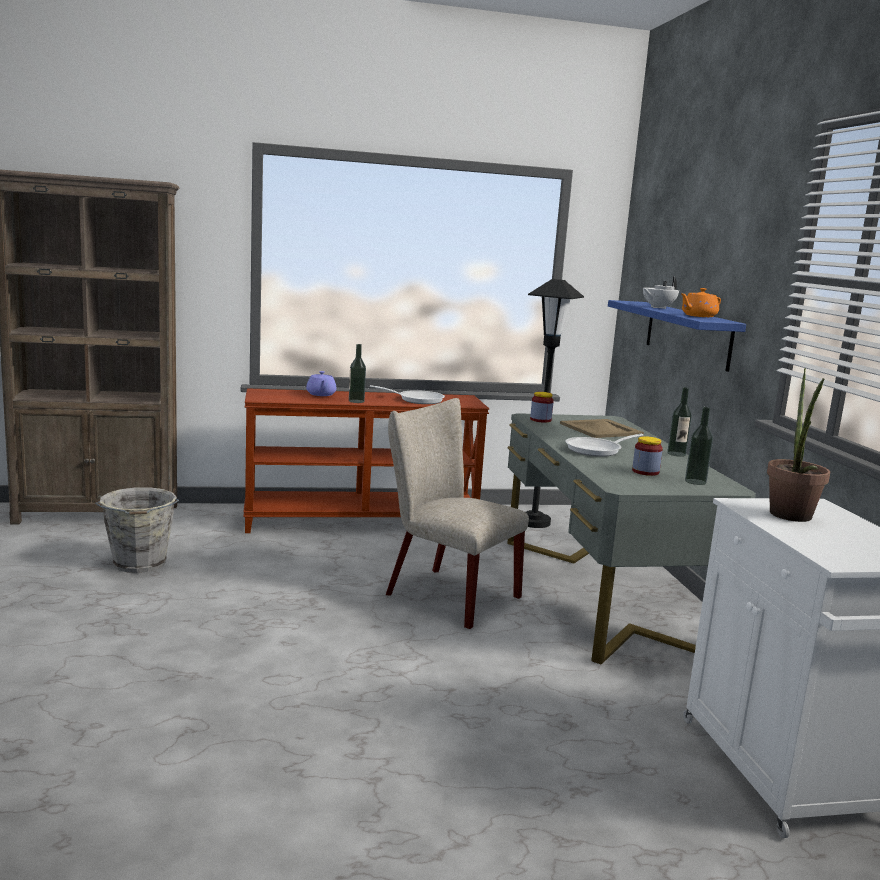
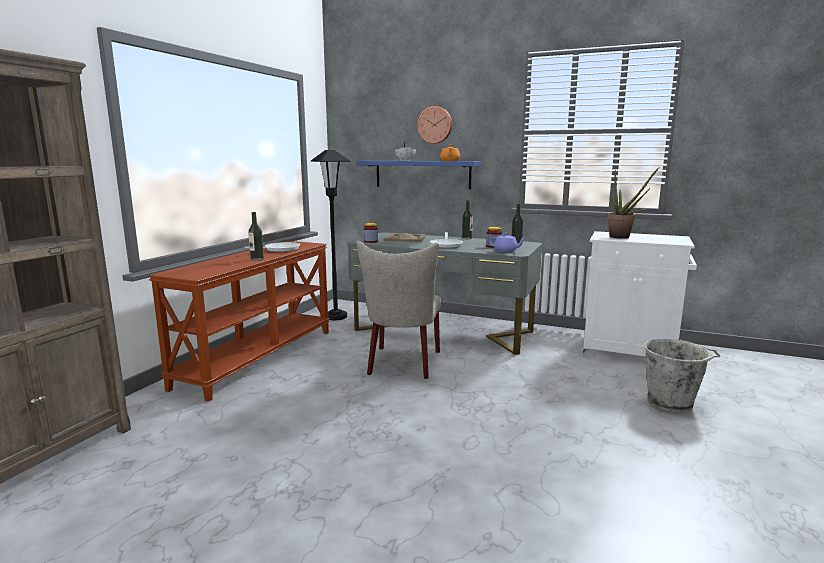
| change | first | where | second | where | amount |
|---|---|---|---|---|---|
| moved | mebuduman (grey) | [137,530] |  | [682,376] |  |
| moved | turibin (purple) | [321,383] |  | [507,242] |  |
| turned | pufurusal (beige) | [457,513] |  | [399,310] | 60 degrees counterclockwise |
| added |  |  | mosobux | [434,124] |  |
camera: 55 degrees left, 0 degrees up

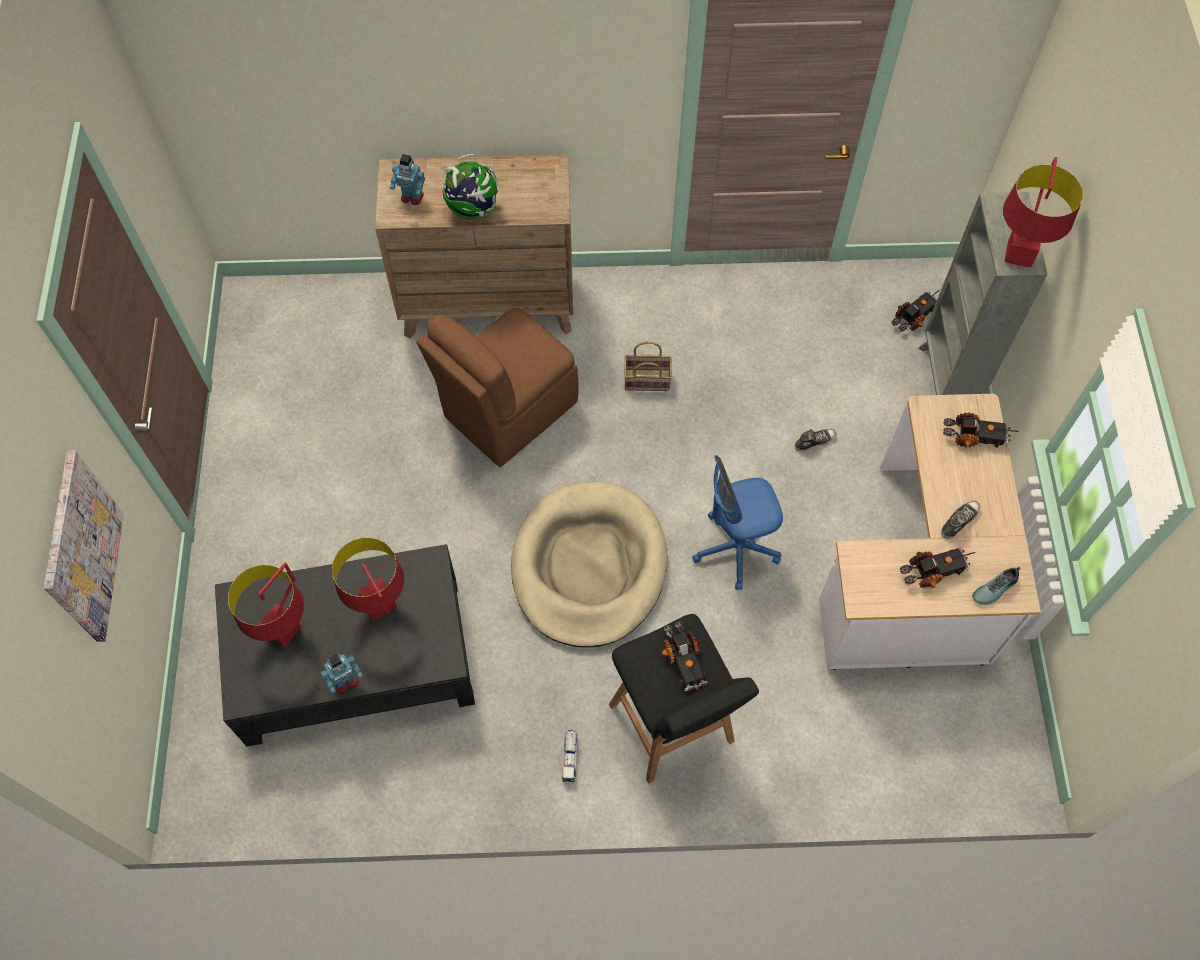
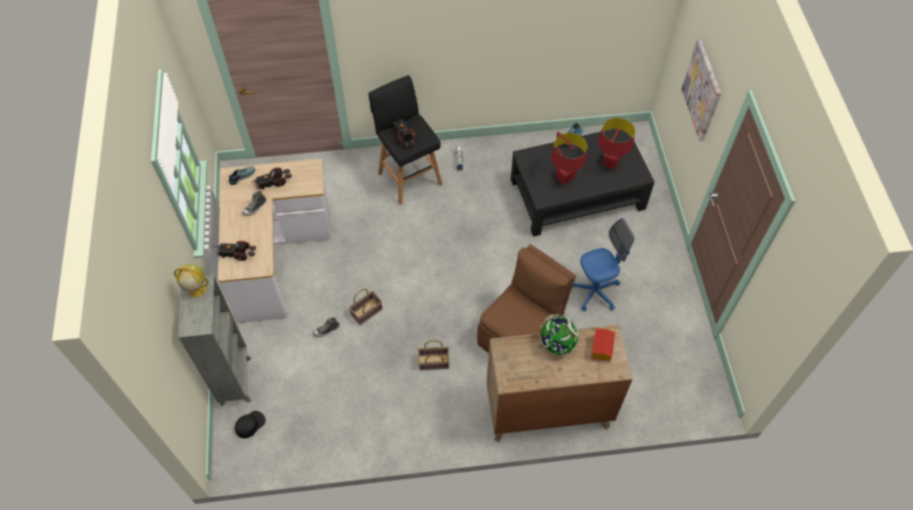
| change | first | where | second | where | amount |
|---|---|---|---|---|---|
| replaced | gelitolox | [407,179] | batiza | [602,345] |  |
| removed | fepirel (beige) | [589,564] |  |  |  |
| moved | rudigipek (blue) | [737,522] |  | [603,264] |  |
| replaced | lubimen | [916,311] | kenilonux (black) | [250,424] |  |
| replaced | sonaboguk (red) | [1043,212] | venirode | [191,280] |  |
| added |  |  | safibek | [366,307] |  |
camera: 175 degrees right, 5 degrees down

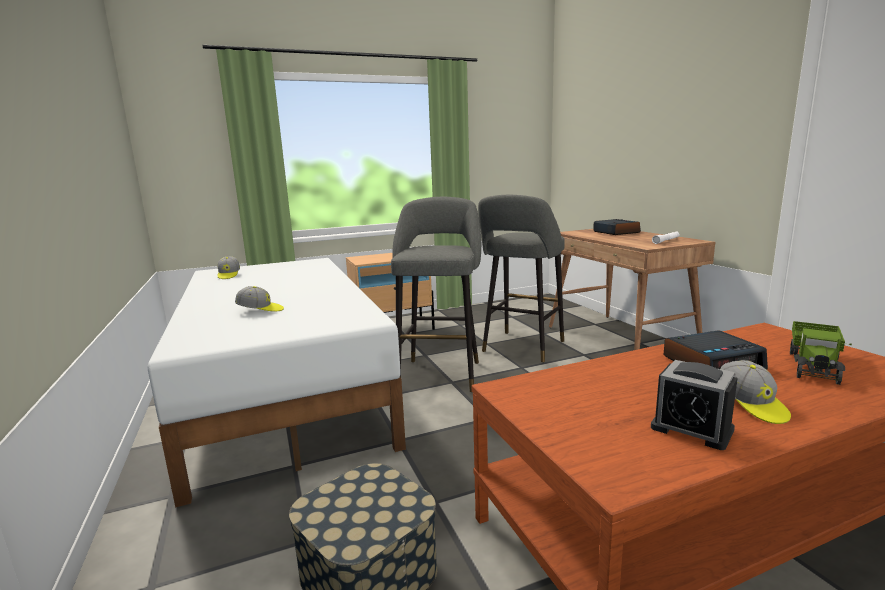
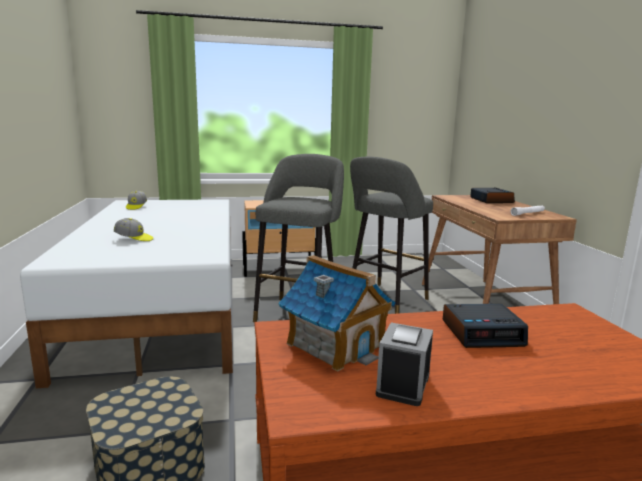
| change | first | where | second | where | amount |
|---|---|---|---|---|---|
| turned | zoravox | [694,405] |  | [404,364] | 60 degrees clockwise |
| removed | kenilonux | [756,392] |  |  |  |
| removed | lubimen | [821,353] |  |  |  |
| added |  |  | batiza | [337,313] |  |
camera: 10 degrees right, 0 degrees up

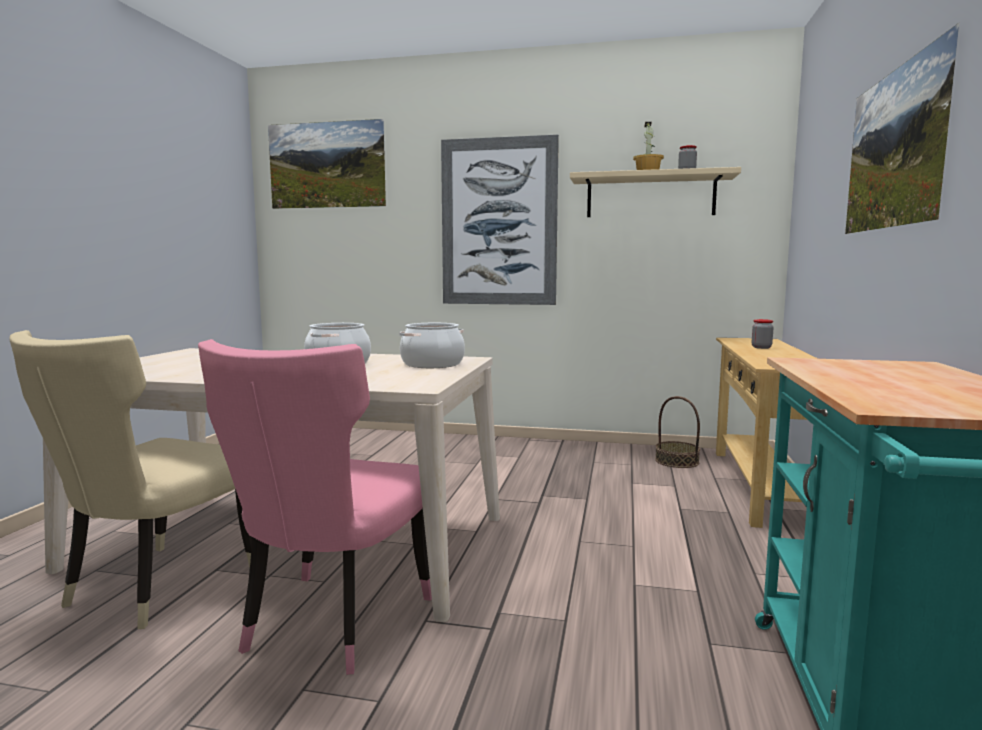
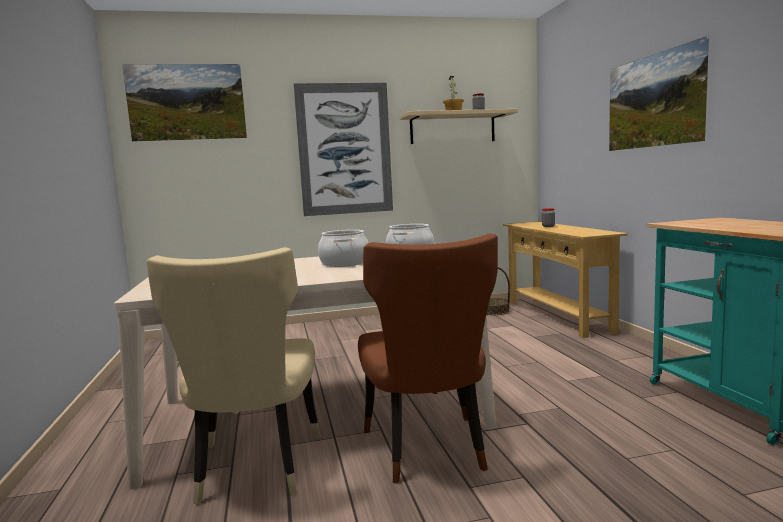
| change | first | where | second | where | amount |
|---|---|---|---|---|---|
| recoloured | pufurusal (pink) | [315,507] | pufurusal (brown) | [428,359] |  |
camera: 25 degrees left, 0 degrees up

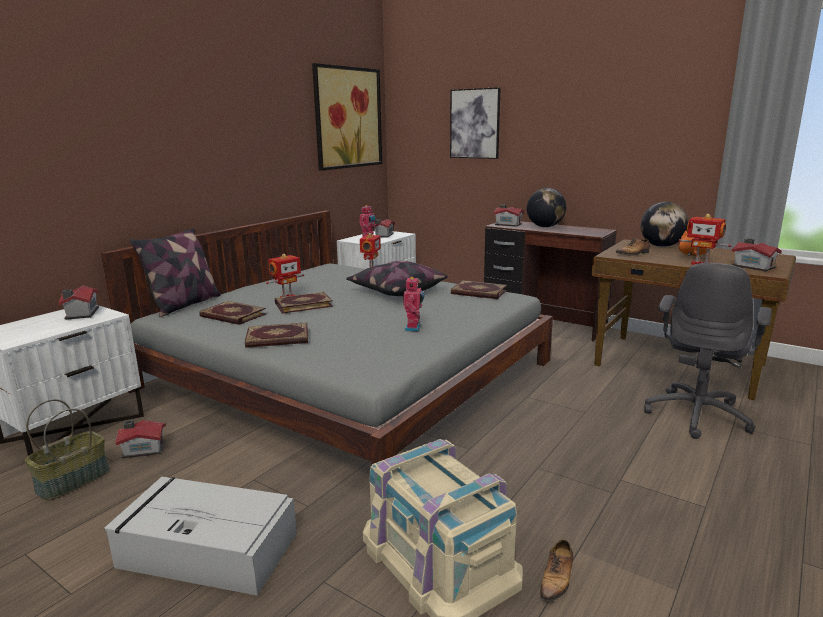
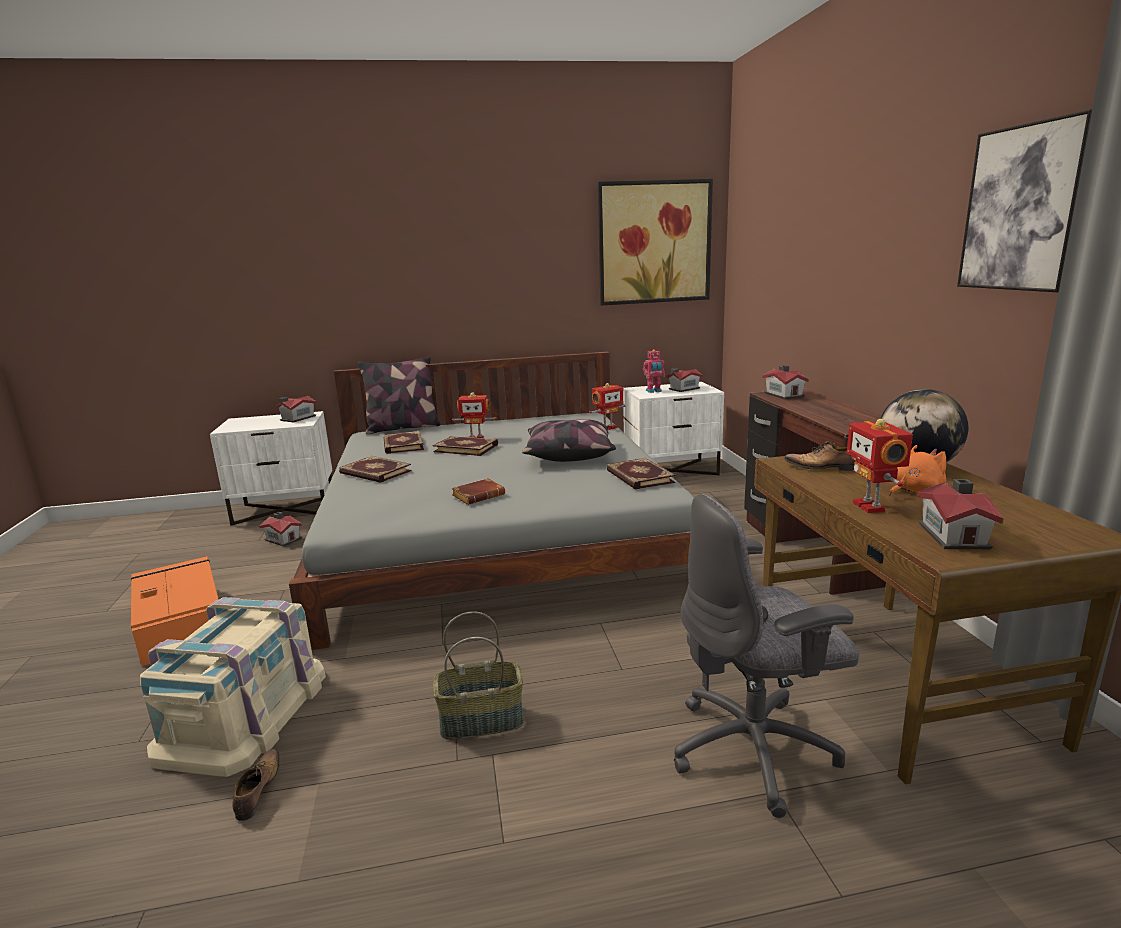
| change | first | where | second | where | amount |
|---|---|---|---|---|---|
| moved | safibek | [67,449] |  | [478,676] |  |
| recoloured | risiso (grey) | [200,536] | risiso (orange) | [175,611] |  |
| replaced | gelitolox | [414,304] | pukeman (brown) | [478,491] |  |
| moved | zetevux | [475,123] |  | [1024,200] |  |
| removed | venirode | [546,207] |  |  |  |
| turned | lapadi | [556,570] |  | [256,785] | 105 degrees clockwise |
camera: 45 degrees right, 0 degrees up

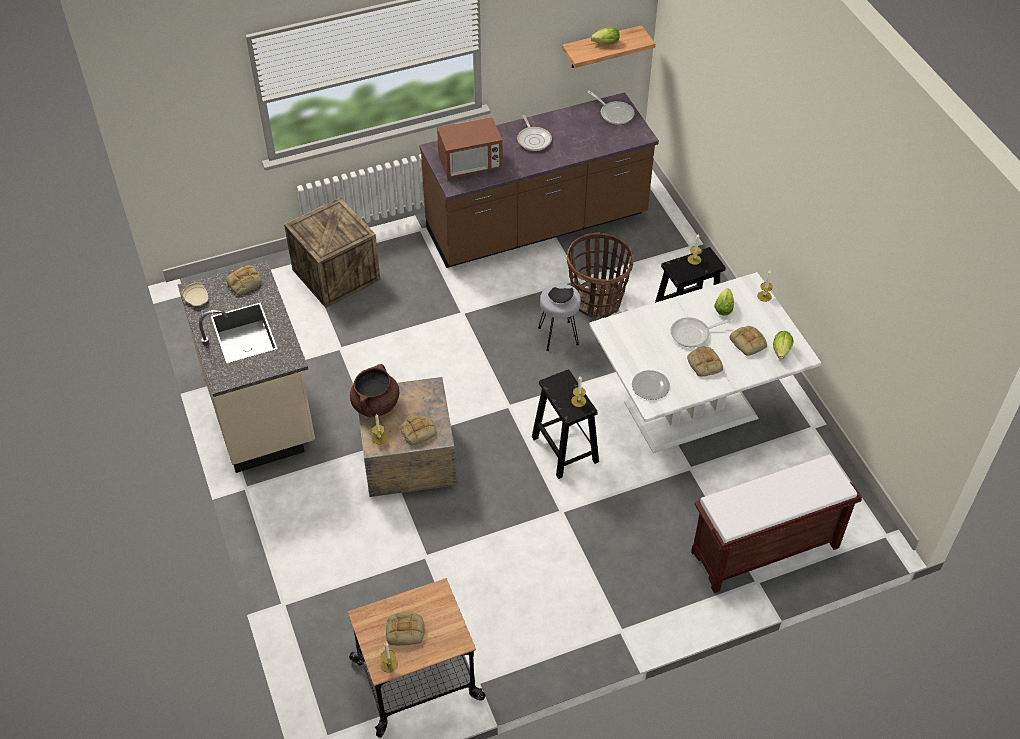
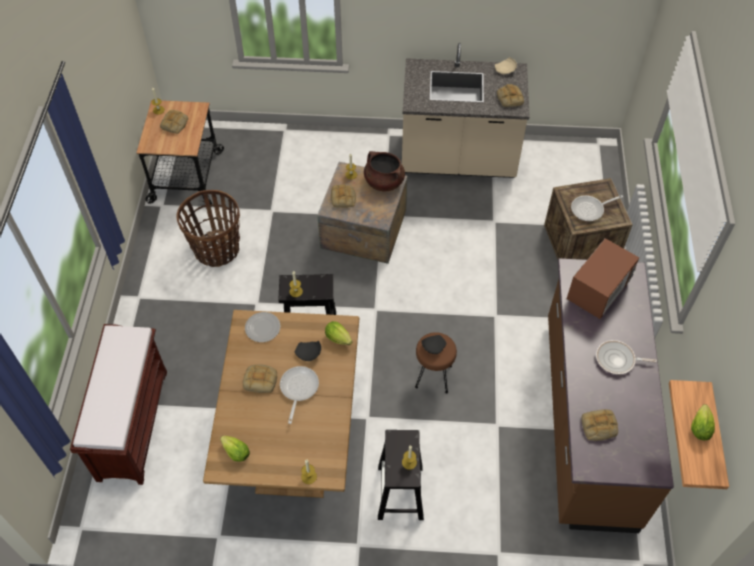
| change | first | where | second | where | amount |
|---|---|---|---|---|---|
| turned | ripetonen | [470,148] |  | [603,278] | 150 degrees counterclockwise |
| recoloured | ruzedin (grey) | [559,317] | ruzedin (brown) | [436,362] |  |
| moved | safibek | [600,275] |  | [208,228] |  |
| moved | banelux | [611,108] |  | [597,208] |  |
| recoloured | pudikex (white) | [705,362] | pudikex (brown) | [281,404] |  |
| moved | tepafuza | [724,302] |  | [338,333] |  |
| moved | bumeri | [748,341] |  | [600,425] |  |
| added |  |  | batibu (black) | [308,351] |  |
camera: 115 degrees right, 5 degrees up

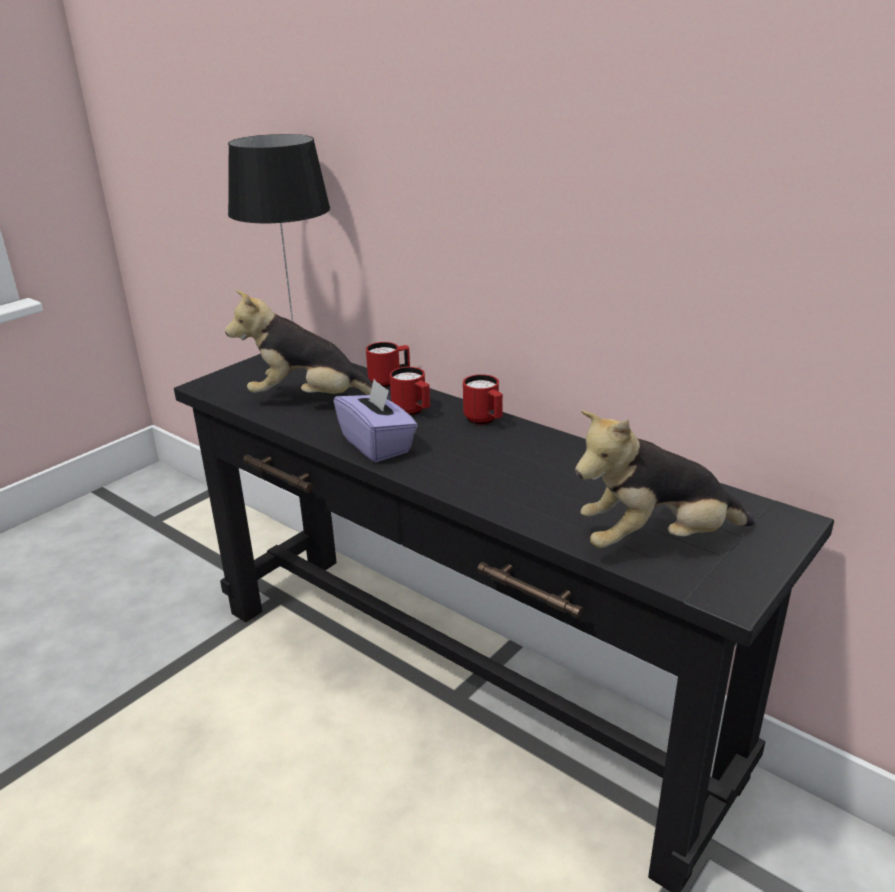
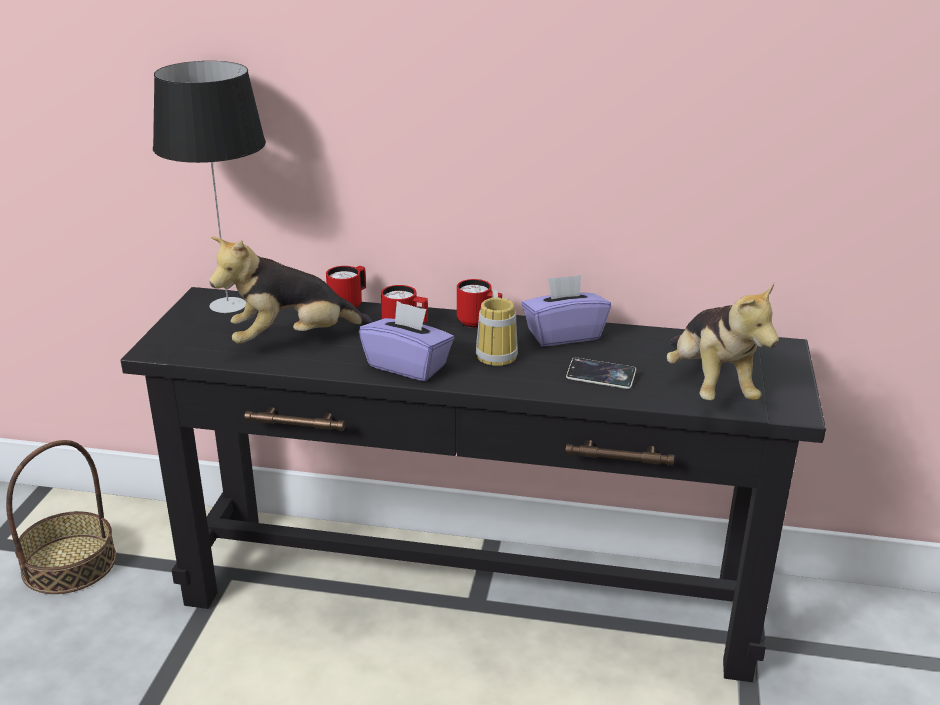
| change | first | where | second | where | amount |
|---|---|---|---|---|---|
| turned | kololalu | [665,479] |  | [723,341] | 60 degrees counterclockwise |
| added |  |  | safibek | [61,517] |  |
| added |  |  | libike | [497,328] |  |
| added |  |  | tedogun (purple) | [566,310] |  |
| added |  |  | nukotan | [601,373] |  |
camera: 30 degrees left, 0 degrees up

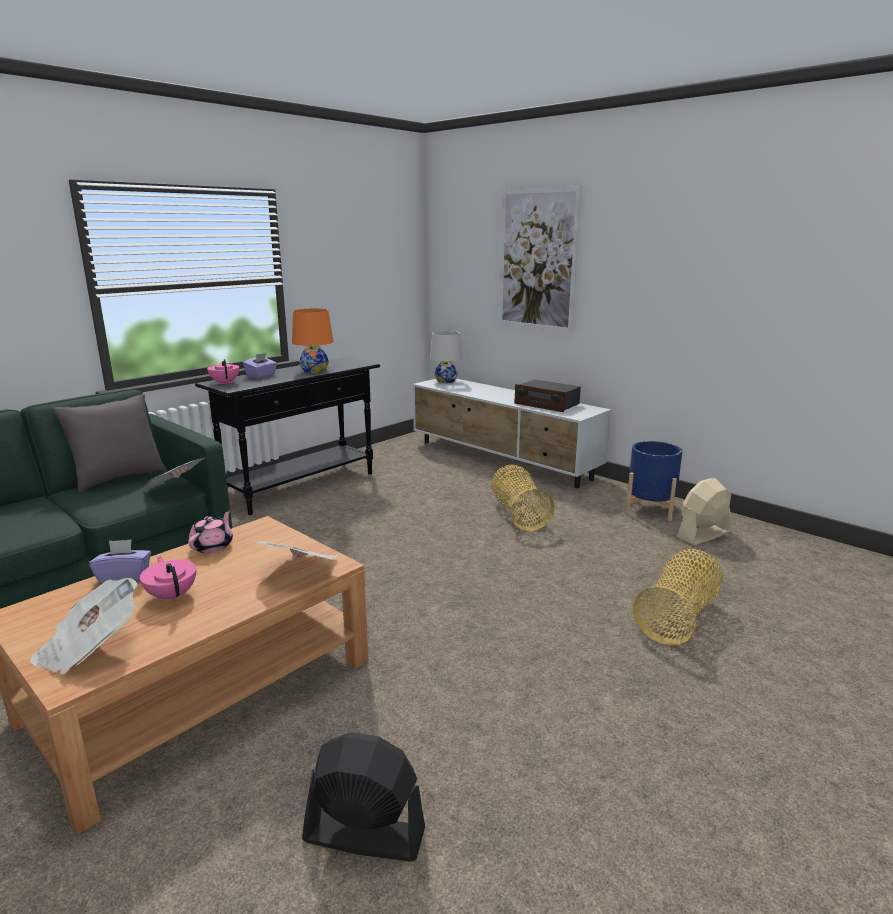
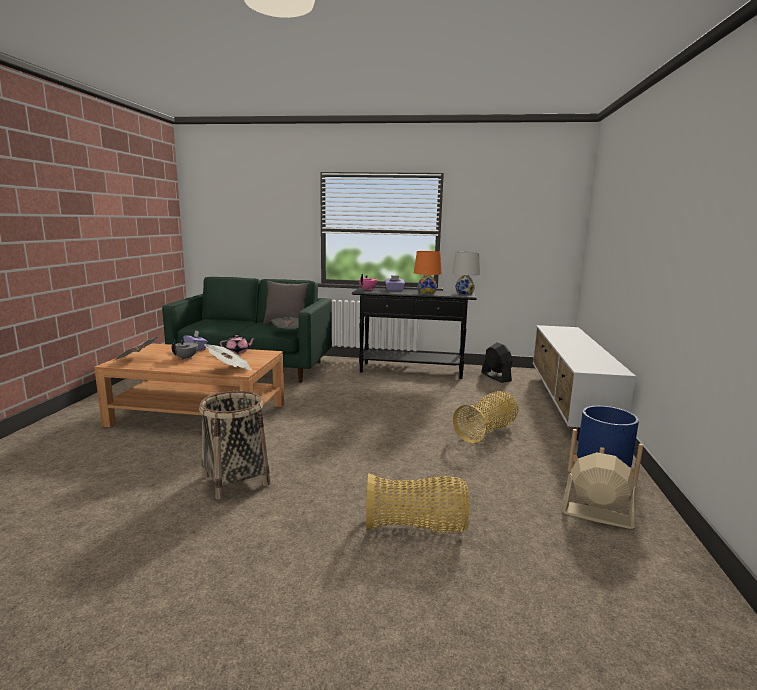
| change | first | where | second | where | amount |
|---|---|---|---|---|---|
| recoloured | turibin (pink) | [168,579] | turibin (grey) | [185,350] |  |
| moved | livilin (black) | [363,797] |  | [497,362] |  |
| moved | sonaboguk (white) | [446,357] |  | [466,273] |  |
| removed | zetevux | [540,259] |  |  |  |
| removed | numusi | [548,395] |  |  |  |
| added |  |  | safibek | [234,445] |  |
camera: 55 degrees right, 5 degrees down

